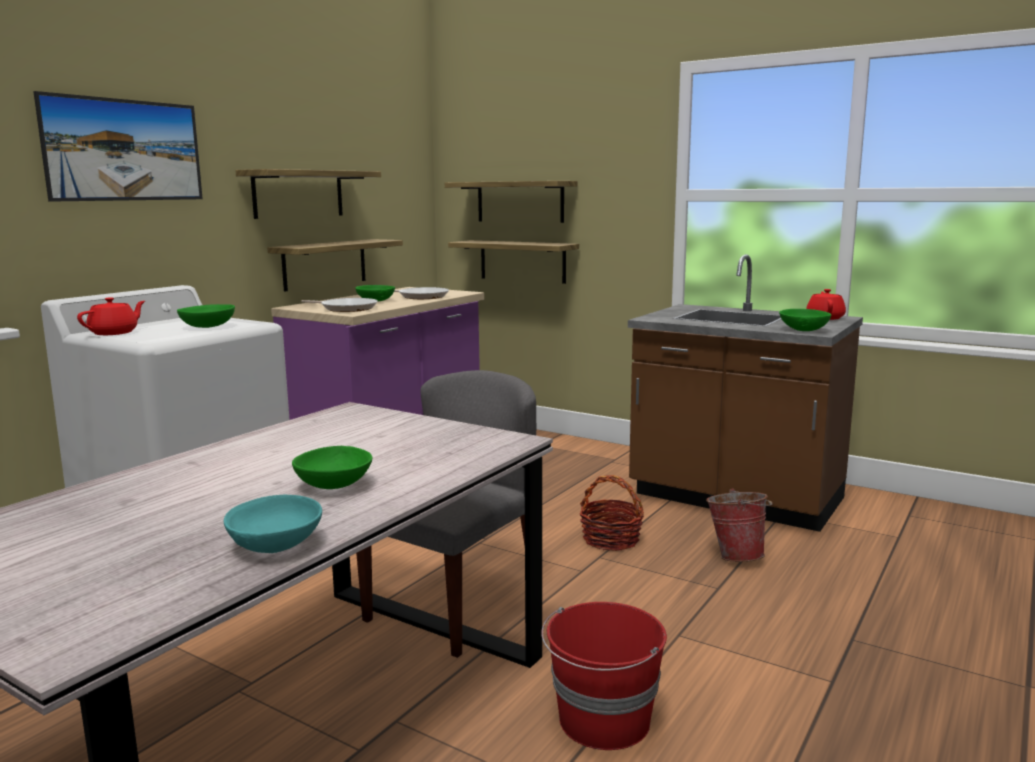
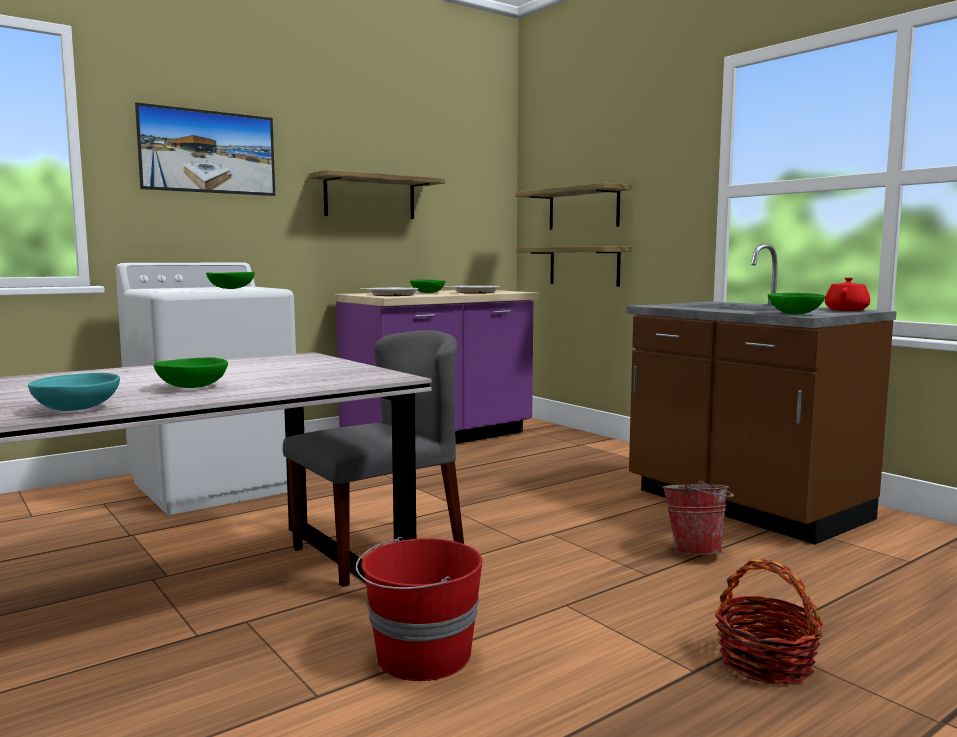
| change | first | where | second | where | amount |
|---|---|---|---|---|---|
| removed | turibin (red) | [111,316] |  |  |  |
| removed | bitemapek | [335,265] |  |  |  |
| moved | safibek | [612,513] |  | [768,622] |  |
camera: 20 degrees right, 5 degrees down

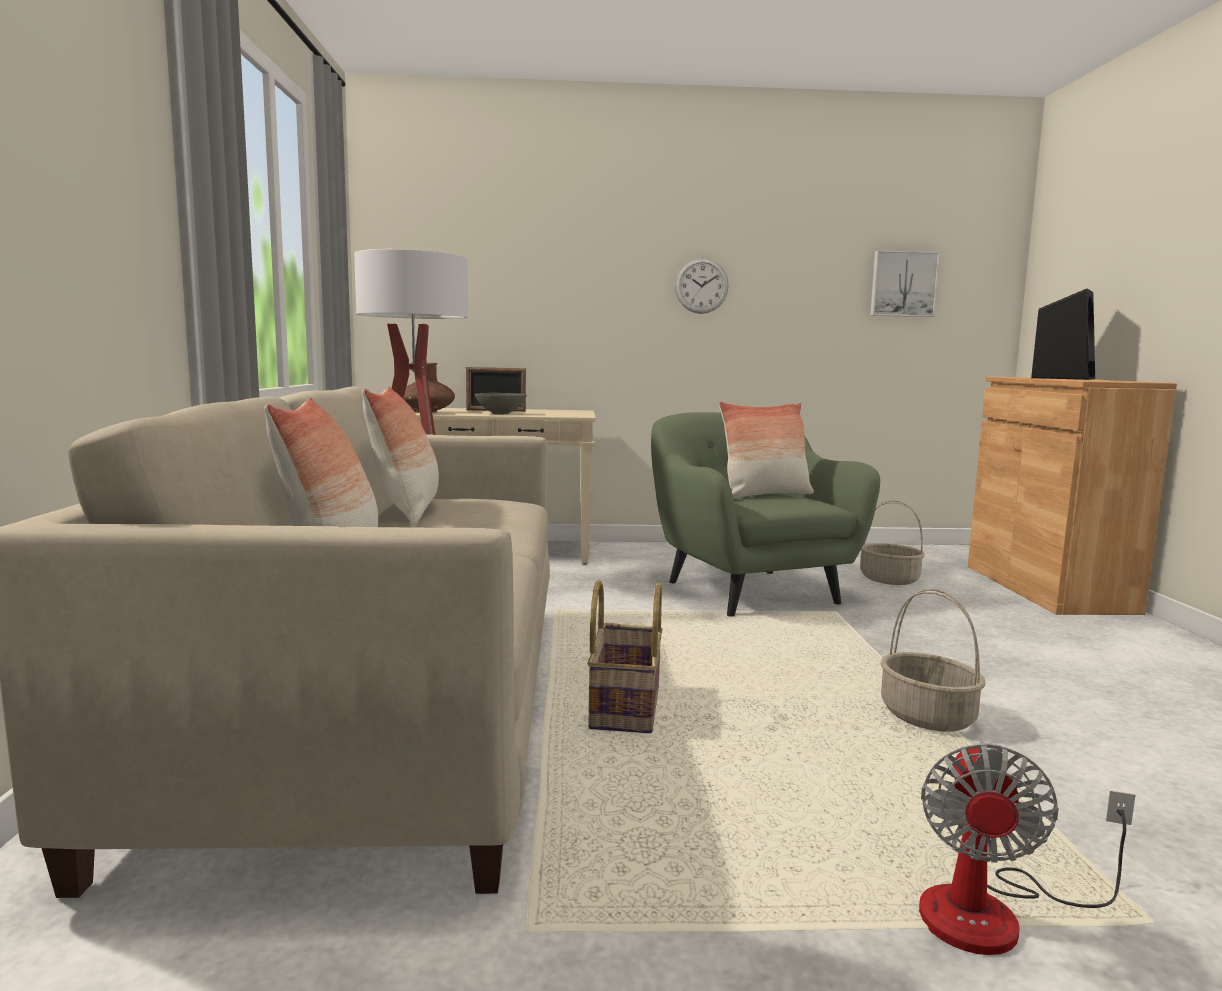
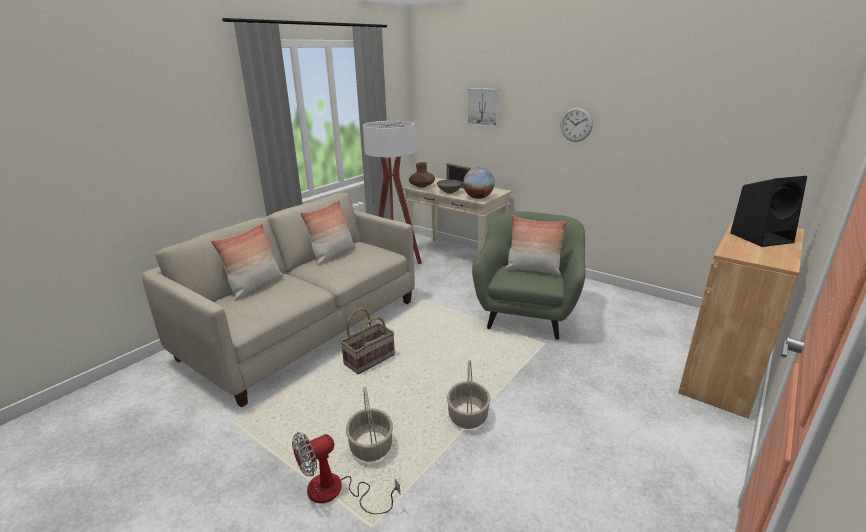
| change | first | where | second | where | amount |
|---|---|---|---|---|---|
| moved | safibek | [892,542] |  | [369,424] |  |
| moved | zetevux | [905,283] |  | [483,107] |  |
| added |  |  | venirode | [478,183] |  |
camera: 40 degrees right, 15 degrees up

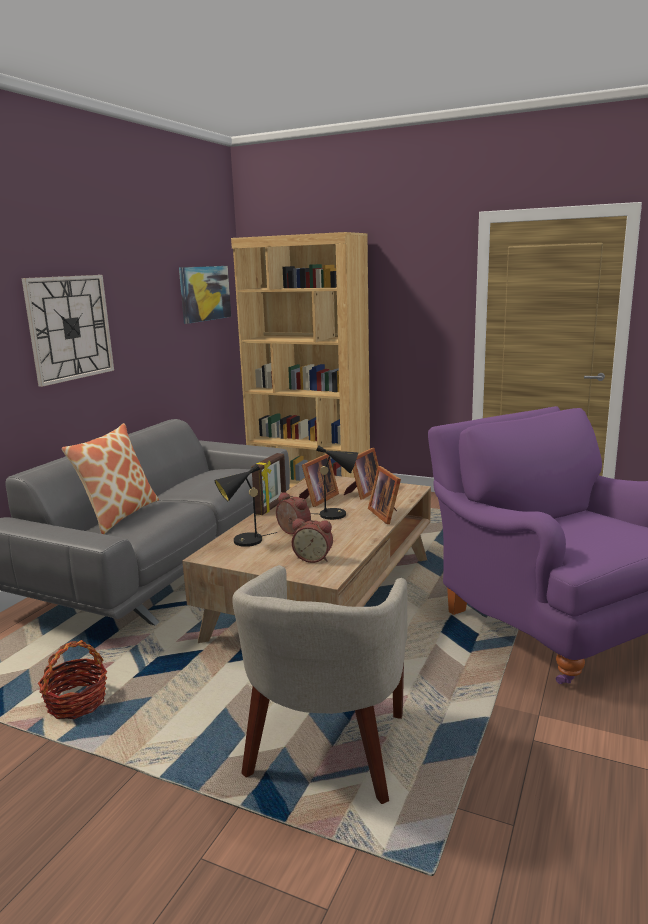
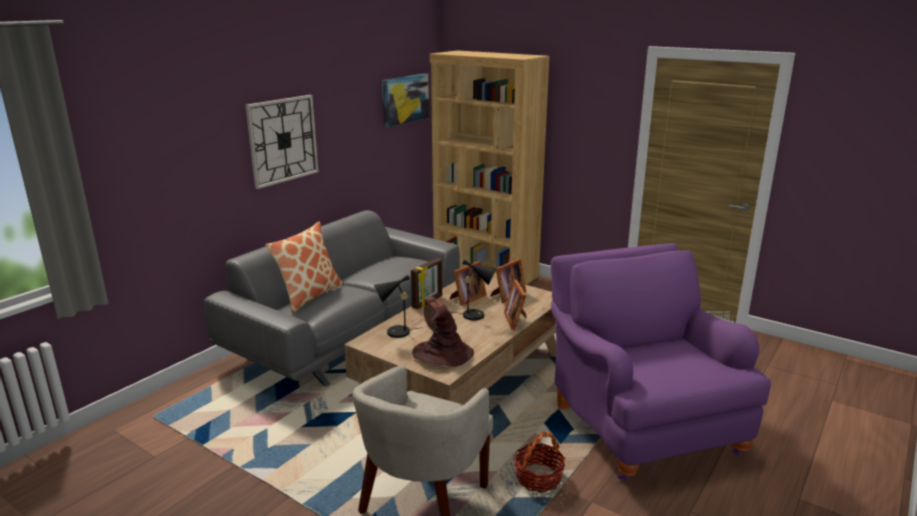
| change | first | where | second | where | amount |
|---|---|---|---|---|---|
| moved | safibek | [72,679] |  | [539,462] |  |
| replaced | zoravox | [312,540] | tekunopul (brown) | [443,337] |  |
camera: 10 degrees right, 5 degrees up

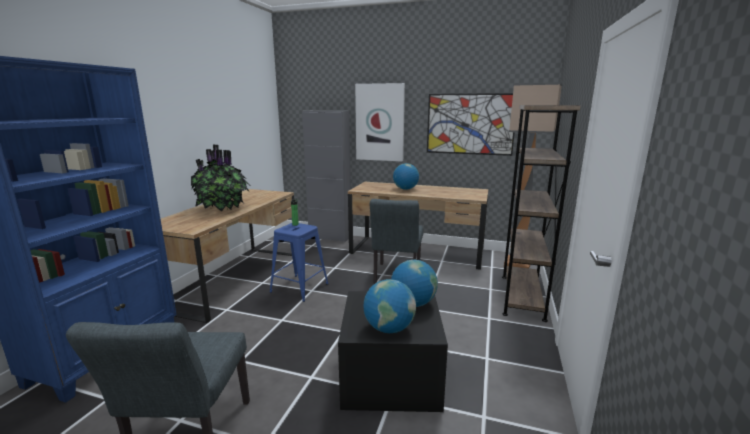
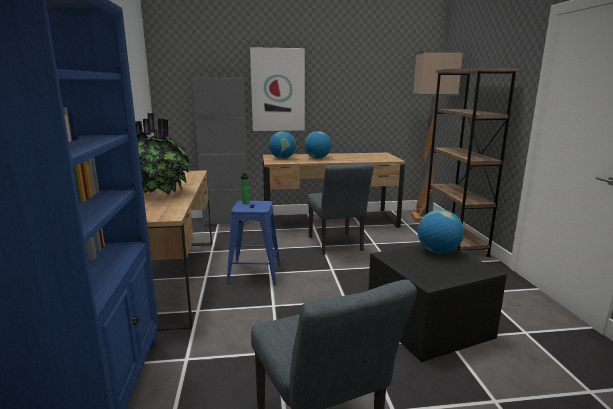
| change | first | where | second | where | amount |
|---|---|---|---|---|---|
| moved | venirode | [389,306] |  | [282,145] |  |
| removed | zetevux | [471,124] |  |  |  |
camera: 25 degrees left, 0 degrees up

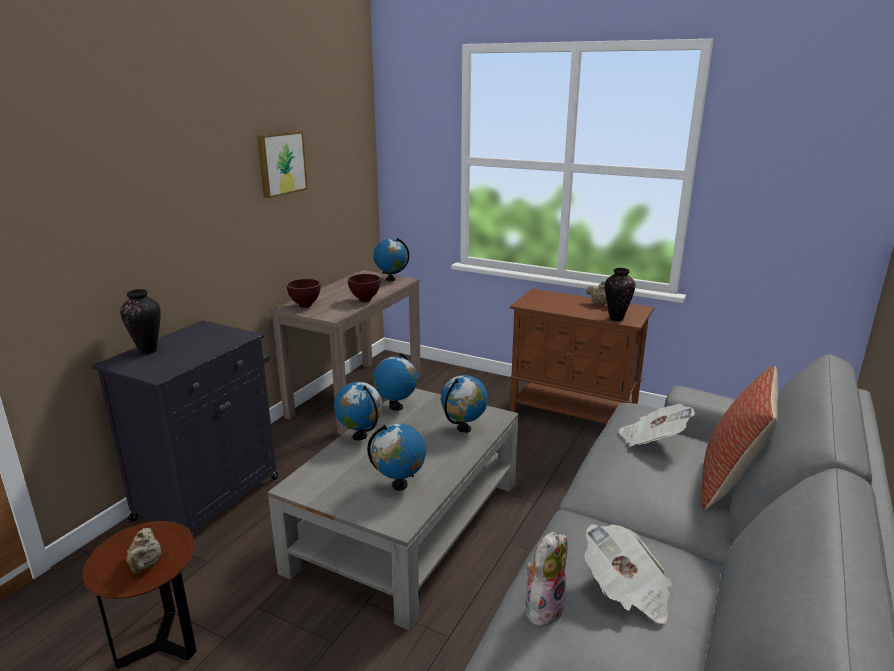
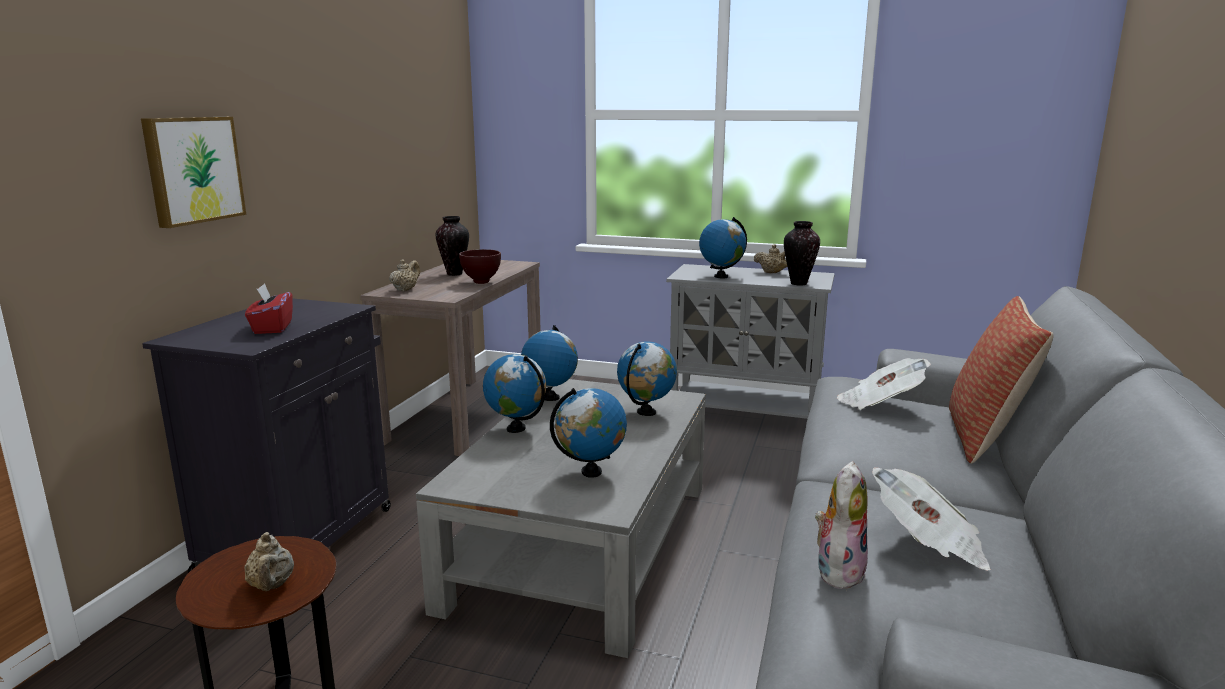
| change | first | where | second | where | amount |
|---|---|---|---|---|---|
| moved | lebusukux | [140,321] |  | [452,246] |  |
| moved | zetevux | [282,164] |  | [193,172] |  |
| replaced | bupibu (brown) | [304,293] | turibin (beige) | [404,275] |  |
| moved | venirode | [391,259] |  | [723,248] |  |
| recoloured | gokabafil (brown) | [582,356] | gokabafil (grey) | [750,341] |  |
| added |  |  | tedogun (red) | [269,308] |  |
camera: 10 degrees left, 5 degrees down

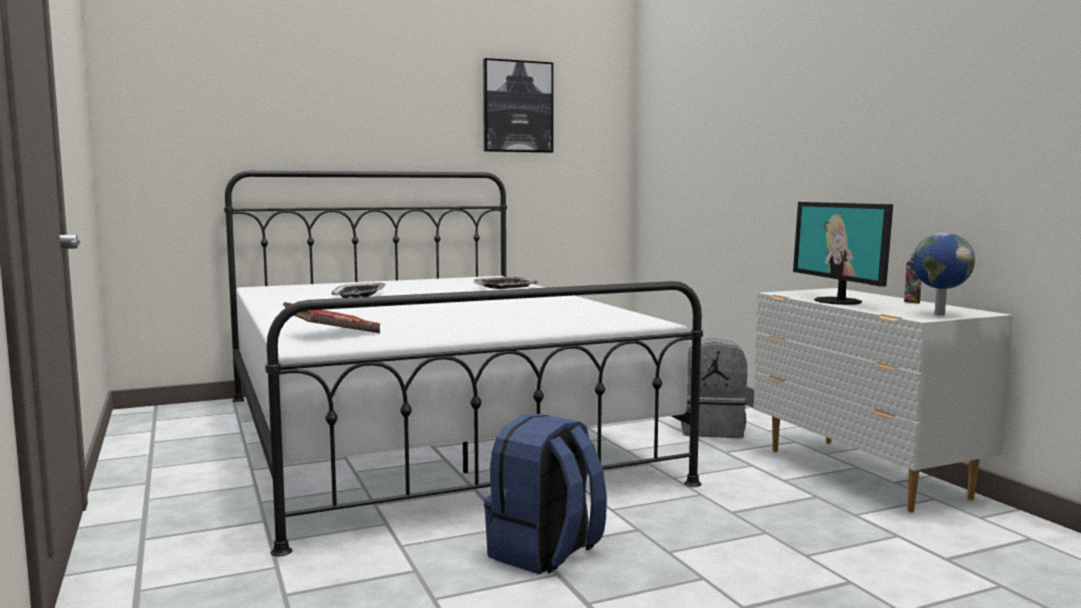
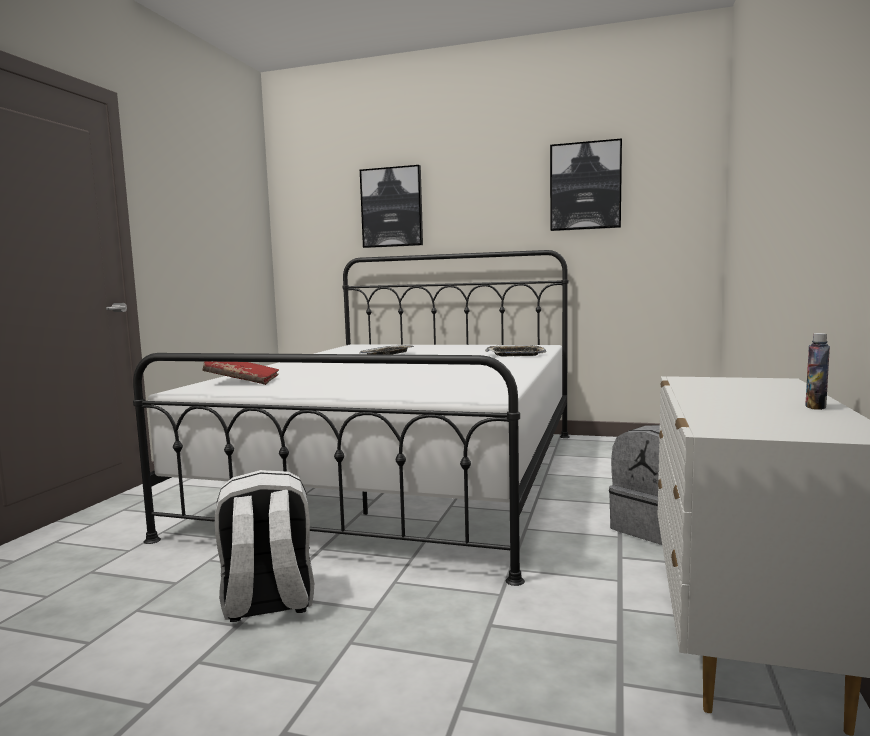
| change | first | where | second | where | amount |
|---|---|---|---|---|---|
| recoloured | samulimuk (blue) | [545,494] | samulimuk (white) | [264,546] |  |
| removed | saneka | [843,253] |  |  |  |
| removed | venirode | [944,274] |  |  |  |
| added |  |  | zetevux | [391,206] |  |
camera: 40 degrees right, 0 degrees up

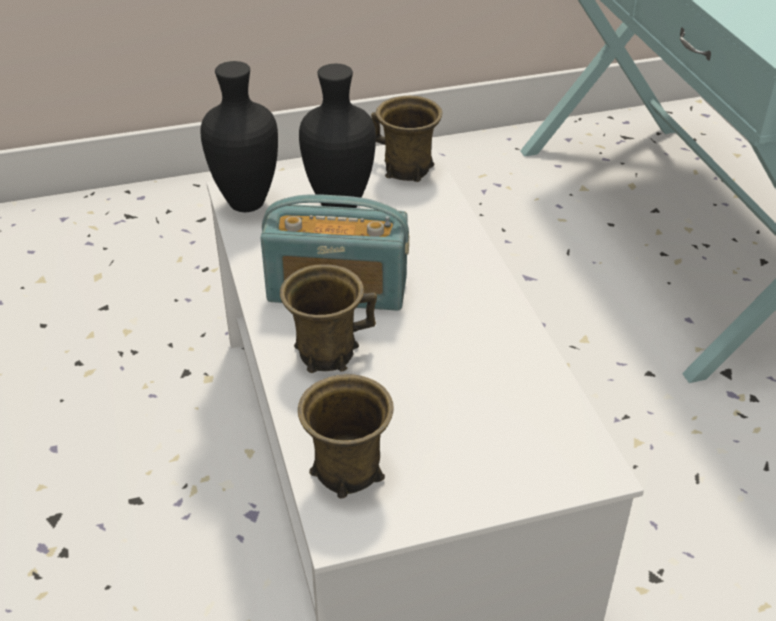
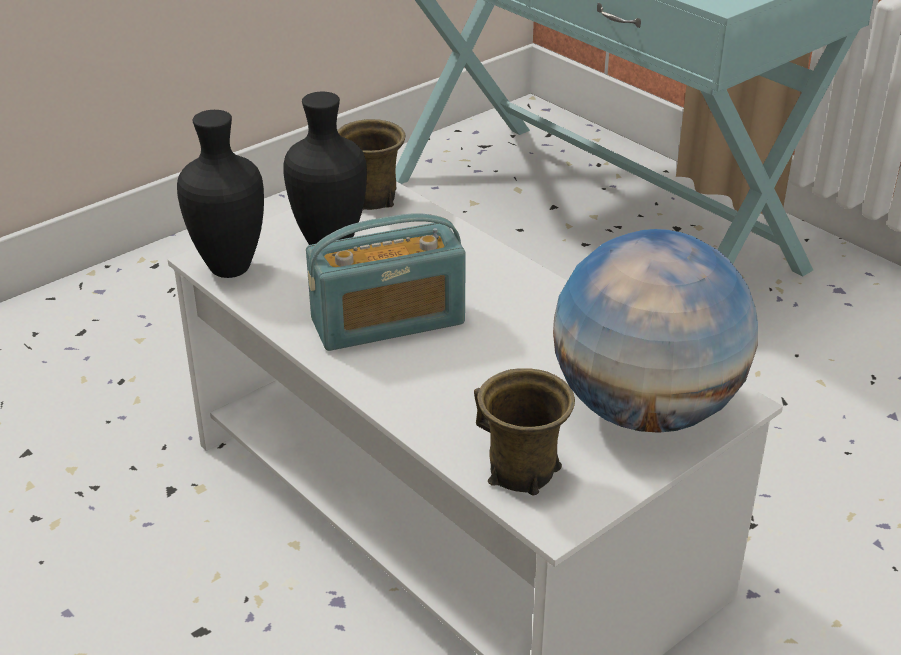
| change | first | where | second | where | amount |
|---|---|---|---|---|---|
| removed | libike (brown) | [328,318] |  |  |  |
| added |  |  | venirode | [655,331] |  |
camera: 25 degrees left, 5 degrees down

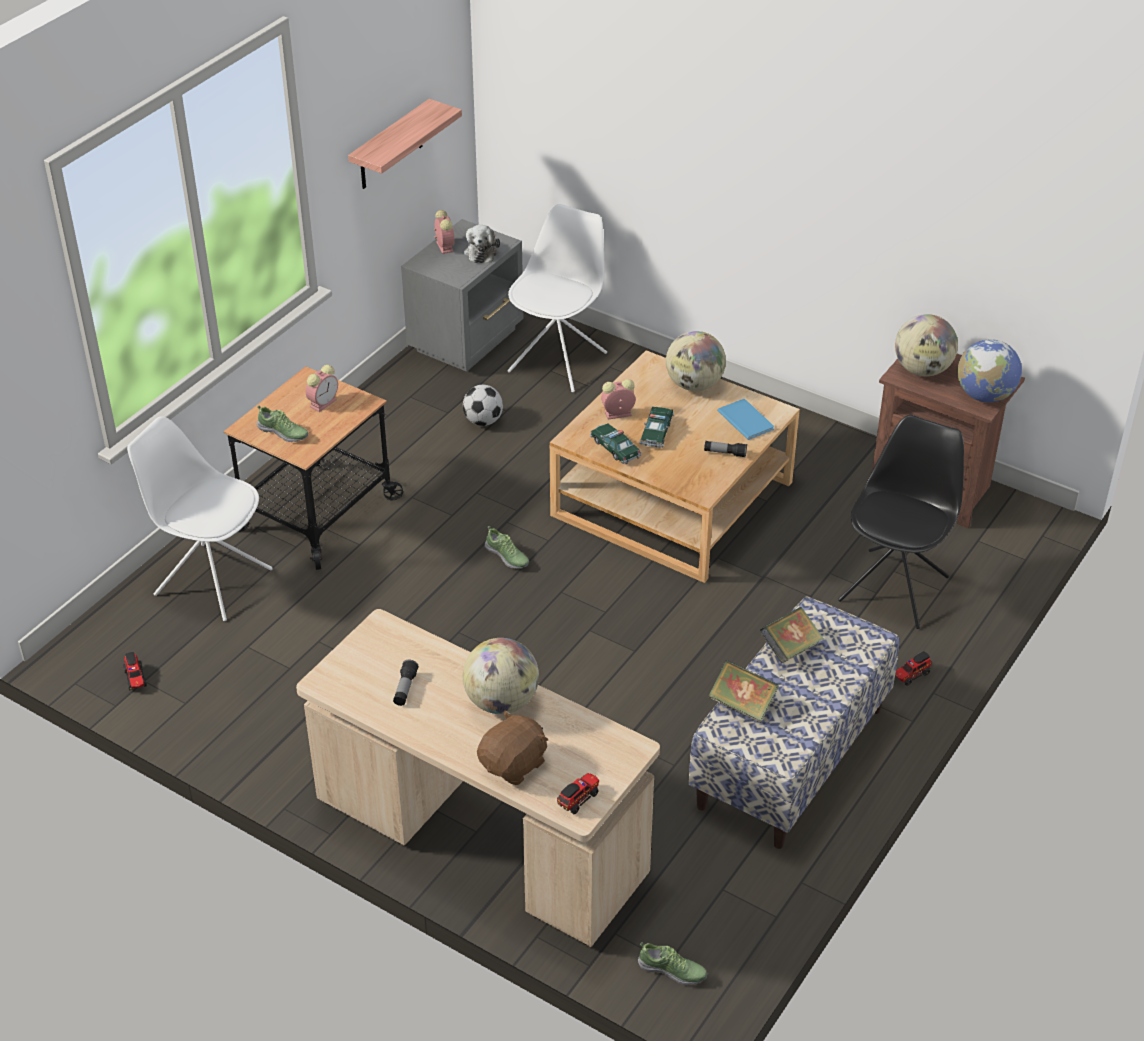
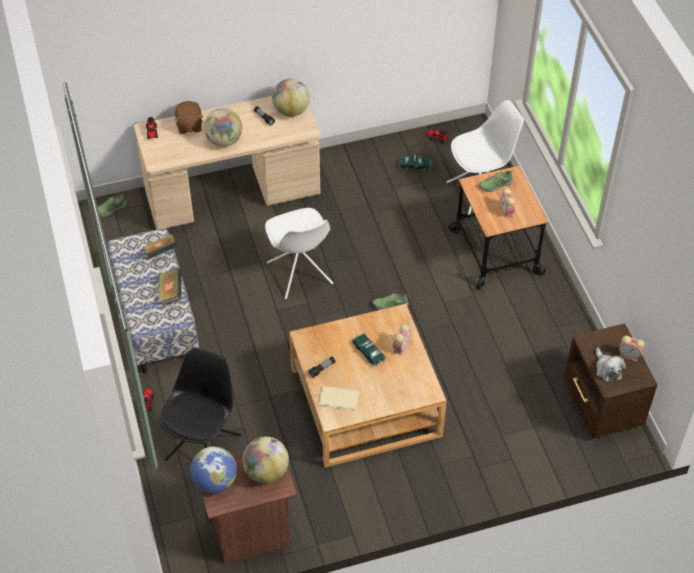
| change | first | where | second | where | amount |
|---|---|---|---|---|---|
| removed | bitemapek | [405,144] |  |  |  |
| recoloured | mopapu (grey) | [462,295] | mopapu (brown) | [611,380] |  |
| removed | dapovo | [483,405] |  |  |  |
| turned | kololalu | [482,244] |  | [611,365] | 150 degrees counterclockwise |
| moved | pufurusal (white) | [557,298] |  | [299,253] |  |
| moved | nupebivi | [616,444] |  | [415,162] |  |
| moved | venirode | [696,361] |  | [291,98] |  |
| recoloured | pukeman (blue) | [745,419] | pukeman (beige) | [339,398] |  |
| turned | pufurusal (black) | [901,522] |  | [200,404] | 135 degrees counterclockwise |
camera: 130 degrees right, 10 degrees up

